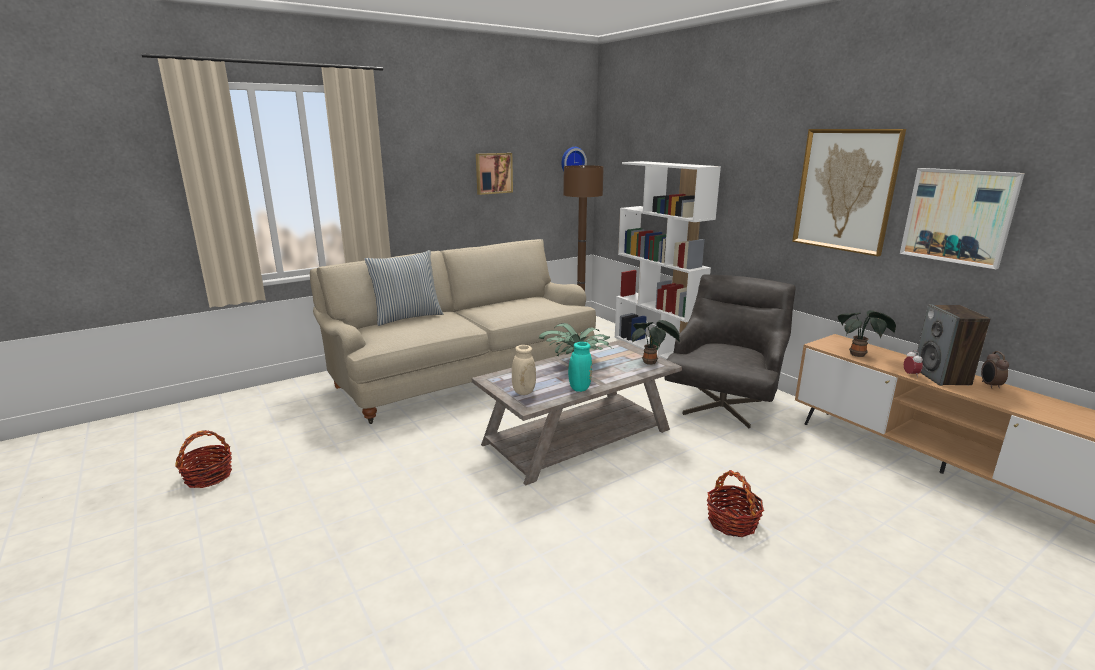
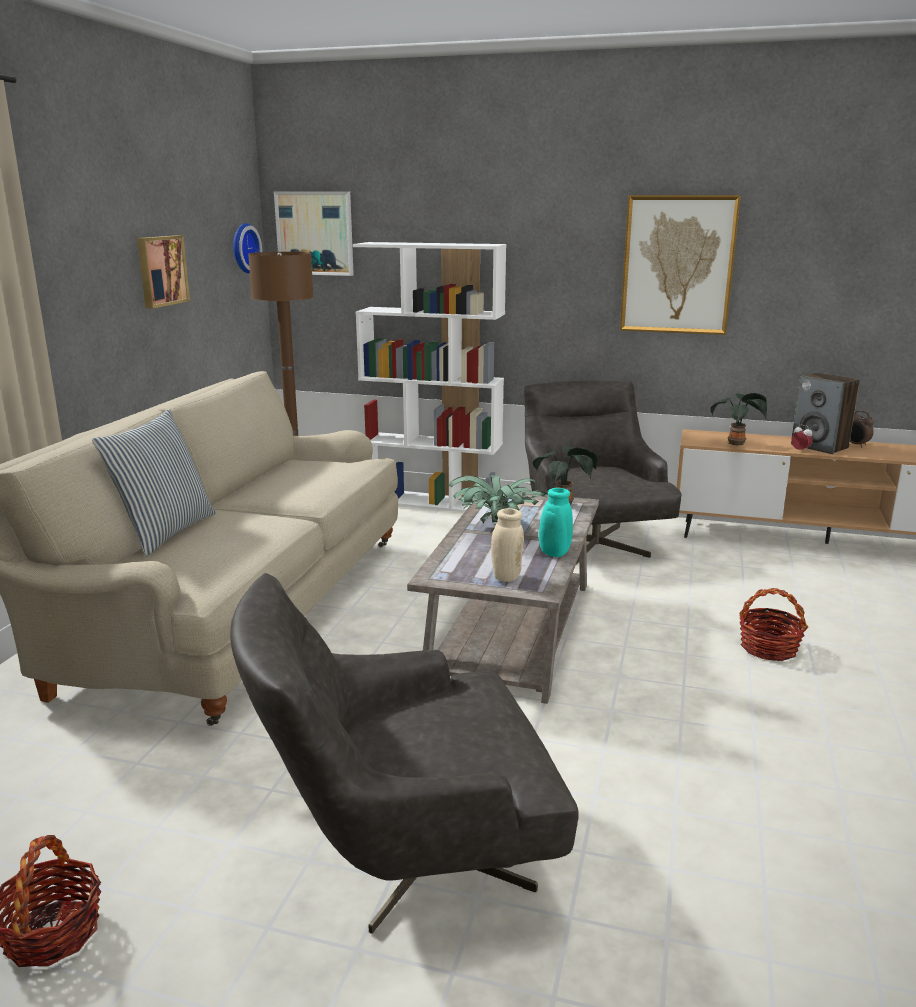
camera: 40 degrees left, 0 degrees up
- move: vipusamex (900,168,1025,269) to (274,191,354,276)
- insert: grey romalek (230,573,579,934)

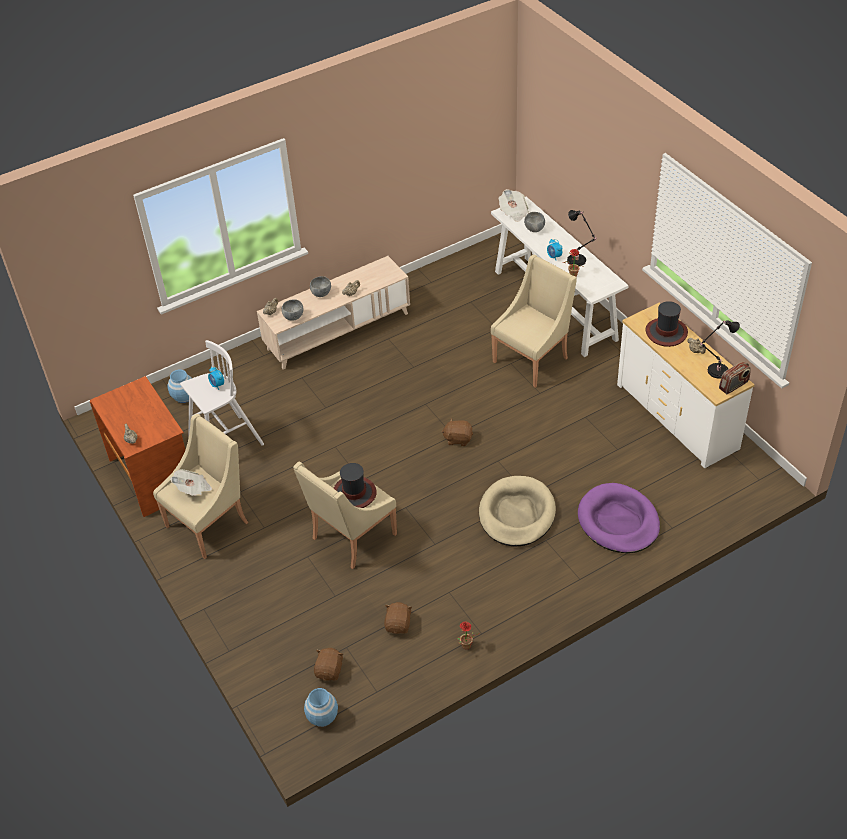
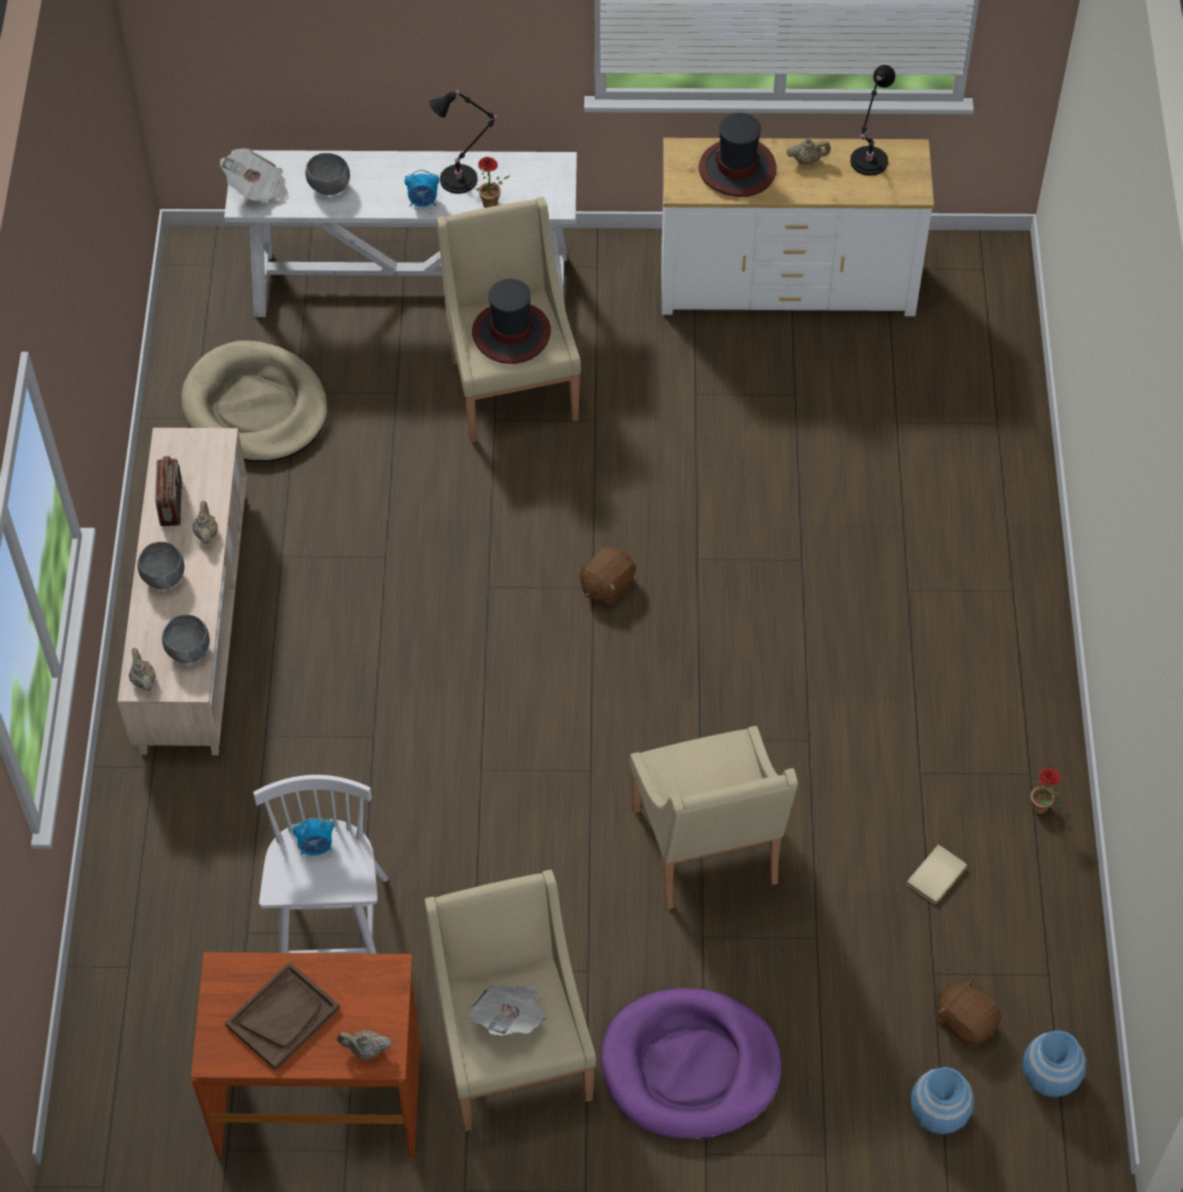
camera: 60 degrees left, 10 degrees up
- move: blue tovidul (168,369,192,403) to (910,1067,974,1134)
- move: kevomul (334,463,377,508) to (472,279,551,364)
- replace: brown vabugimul (384,602,412,634) to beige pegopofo (906,844,967,904)
- move: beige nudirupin (479,476,556,547) to (181,340,328,462)
- move: purple nudirupin (578,483,660,553) to (601,988,782,1140)
- move: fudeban (719,362,751,394) to (155,456,182,526)
- insert: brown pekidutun (225,961,340,1071)

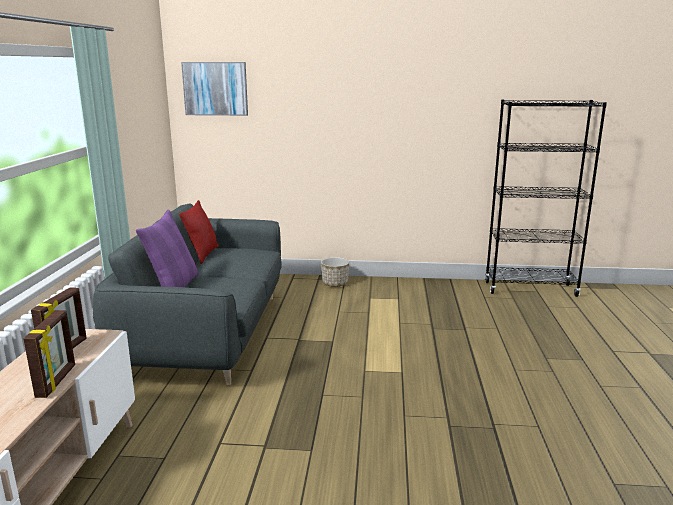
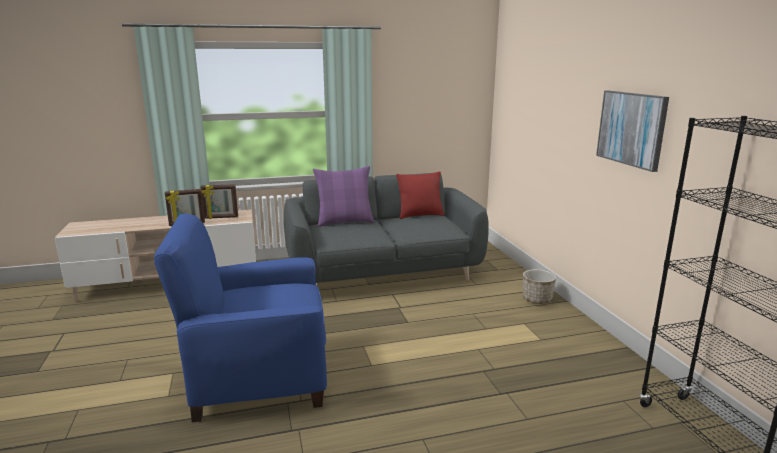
camera: 70 degrees right, 0 degrees up
- move: vipusamex (181,62,248,116) to (596,91,669,172)
- insert: blue romalek (154,213,327,423)

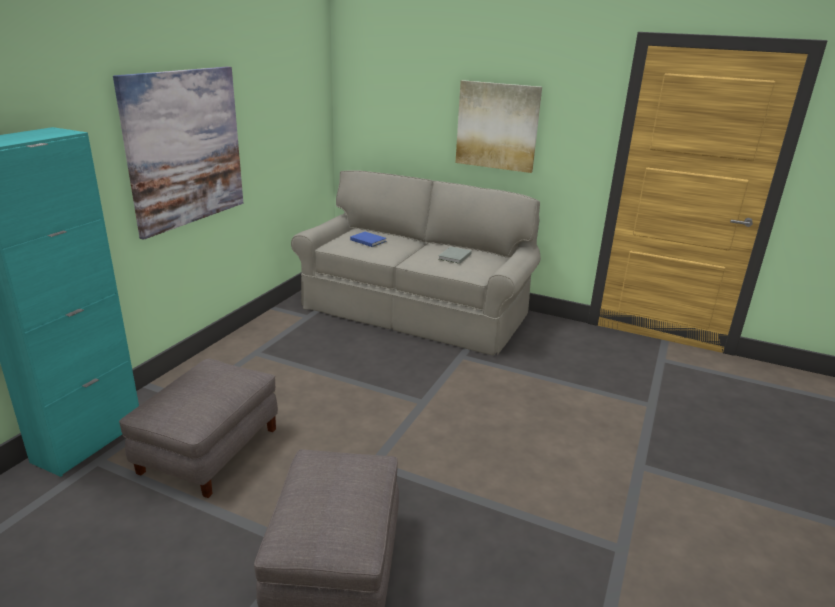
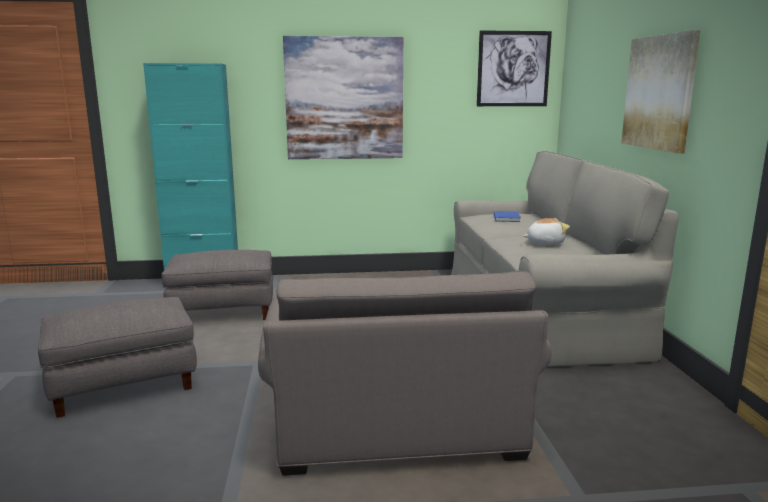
camera: 60 degrees right, 10 degrees down
- replace: grey pegopofo (438,246,472,264) to vabugimul (523,218,570,245)
- insert: grey romalek (258,272,552,476)
- insert: vipusamex (477,30,552,106)

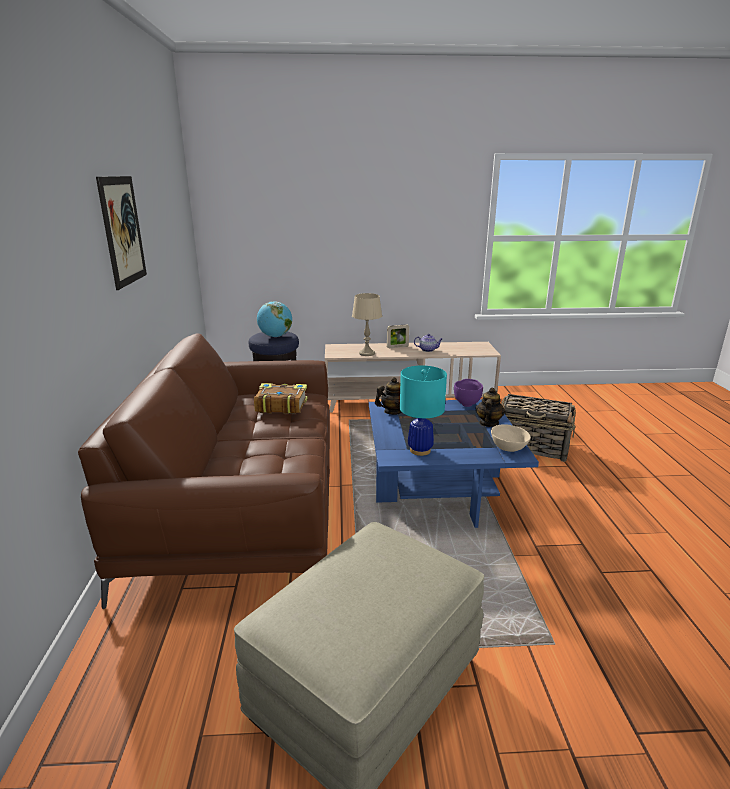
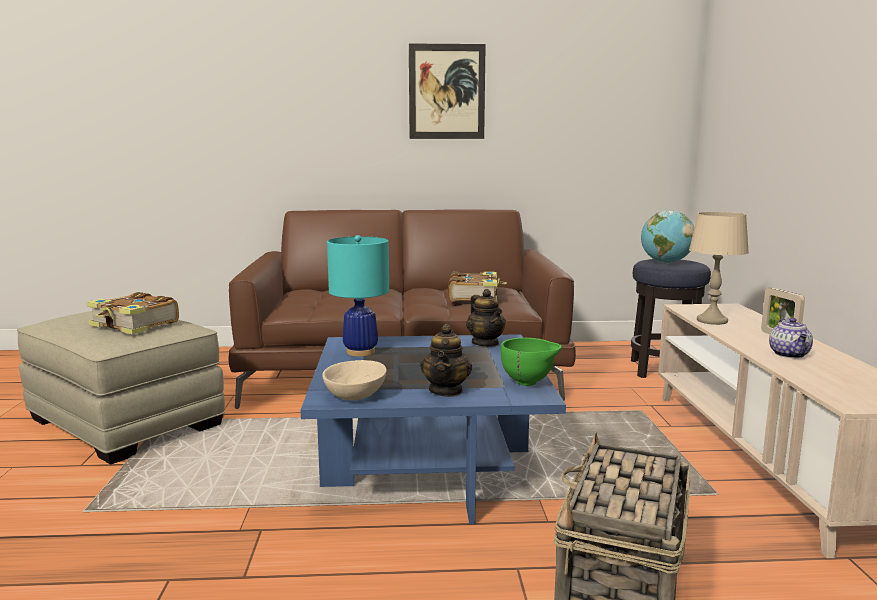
camera: 90 degrees right, 10 degrees down
- recolor: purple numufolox (454,379,483,407) to green numufolox (501,338,562,386)
- rotate: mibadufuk (476,387,505,427) = (420,324,472,397) 75 degrees clockwise
- insert: pegopofo (87,292,179,335)

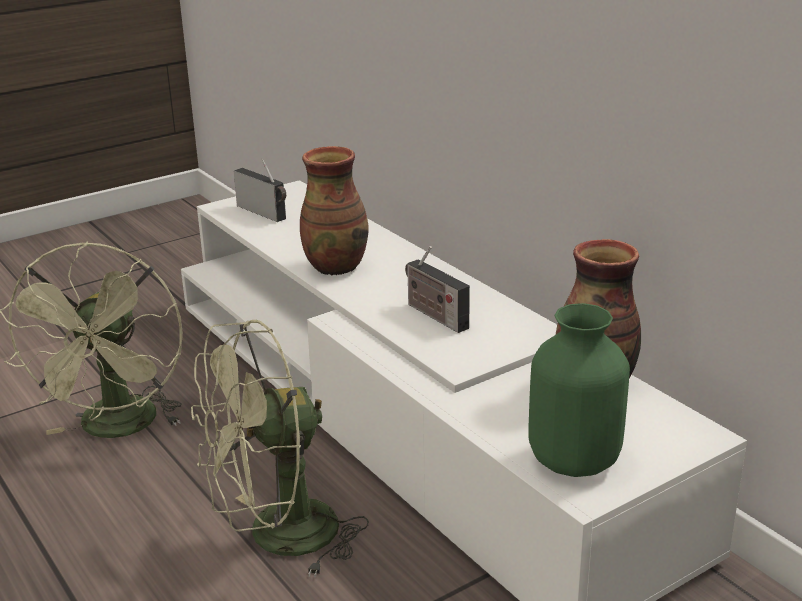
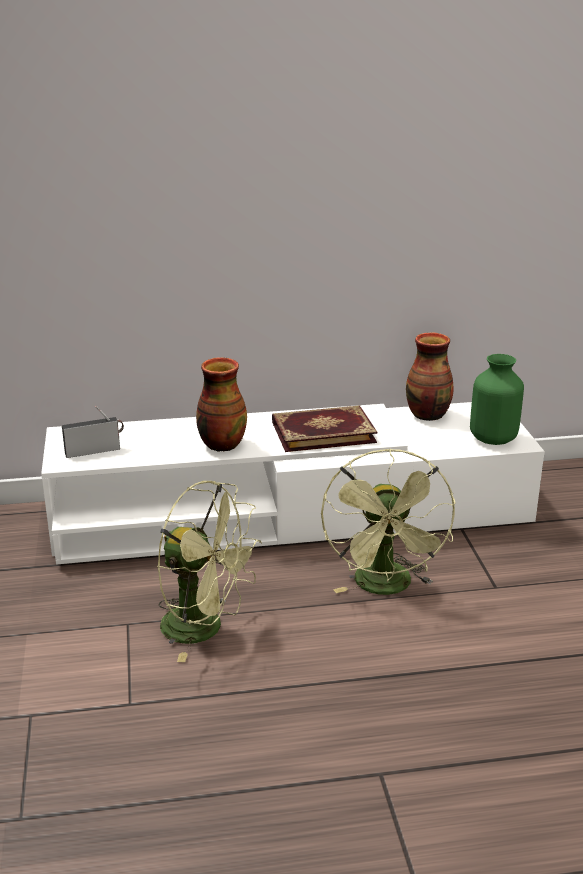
camera: 65 degrees left, 0 degrees up
- replace: fudeban (405,246,470,333) to pegopofo (272,405,377,452)

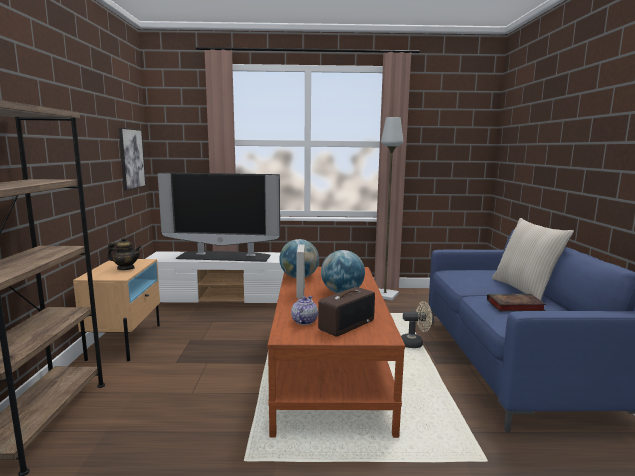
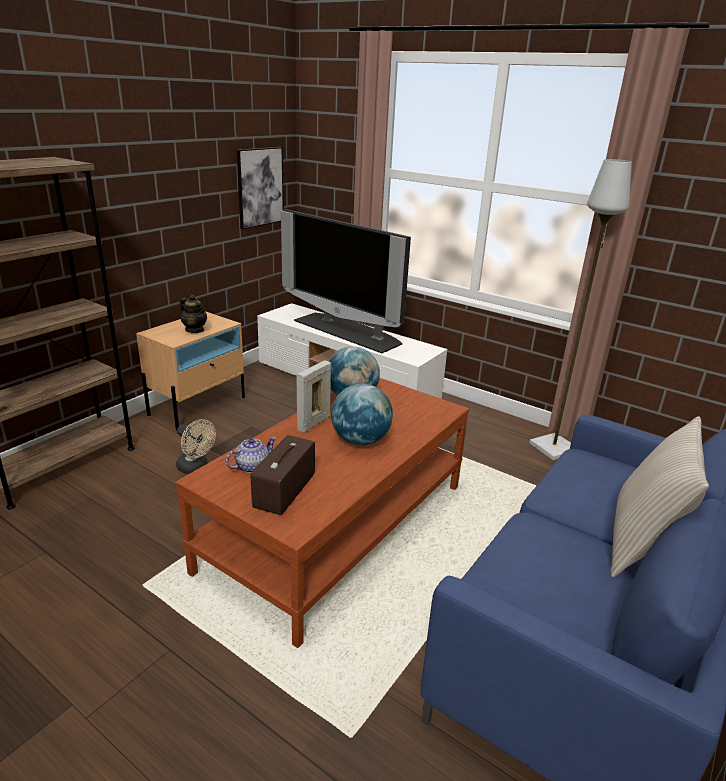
camera: 35 degrees right, 15 degrees up
- rotate: fudeban (318,287,375,337) = (251,435,315,515) 120 degrees clockwise
- move: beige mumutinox (401,301,432,348) to (176,419,216,474)
- delete: pegopofo (487,294,546,311)

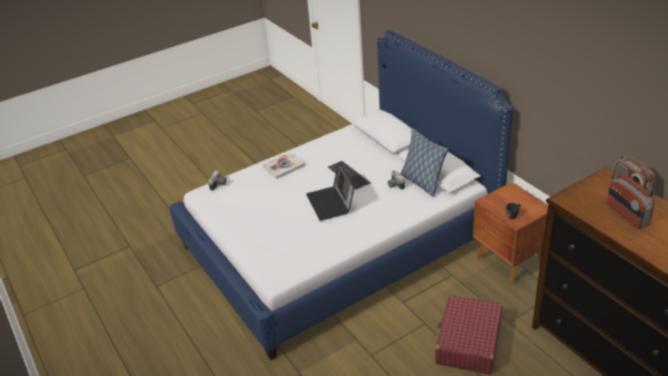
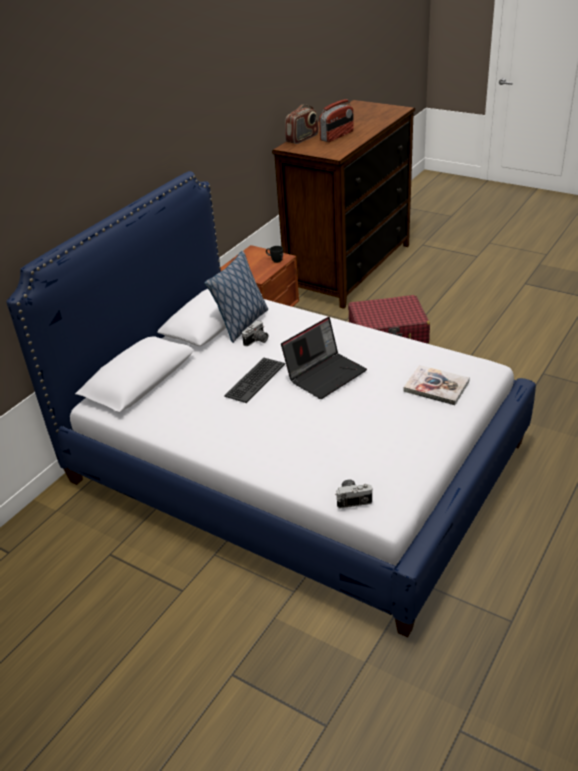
camera: 115 degrees left, 0 degrees up
- move: pegopofo (262,152,305,179) to (403,365,470,405)

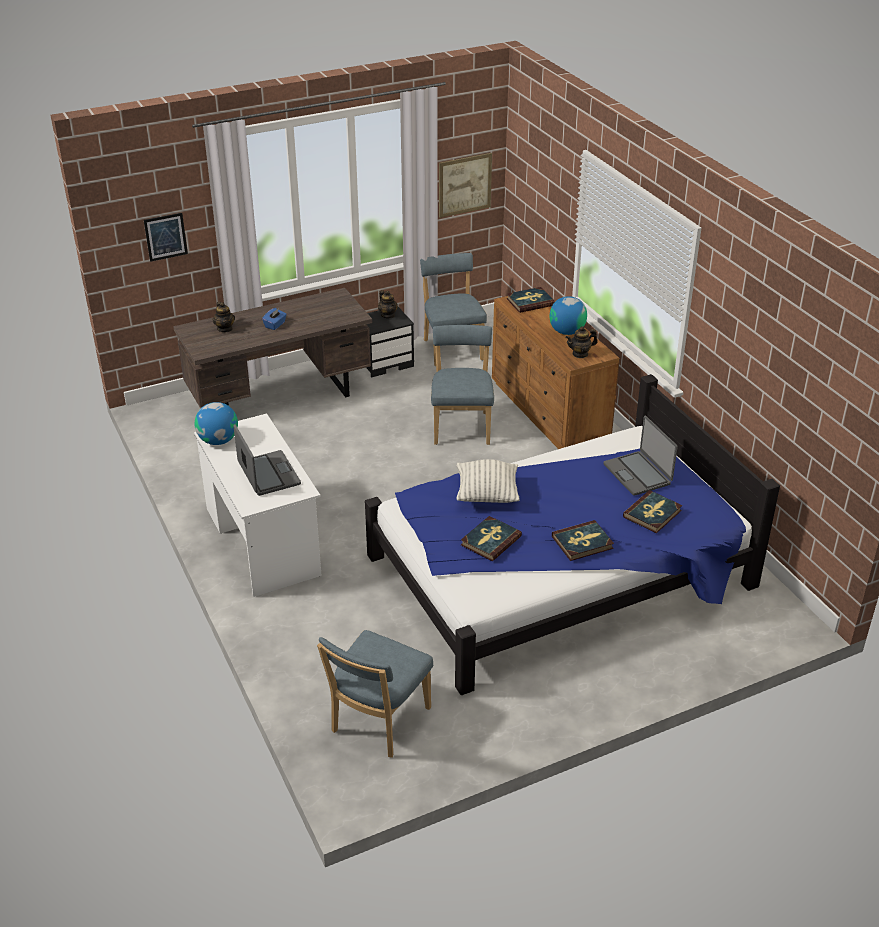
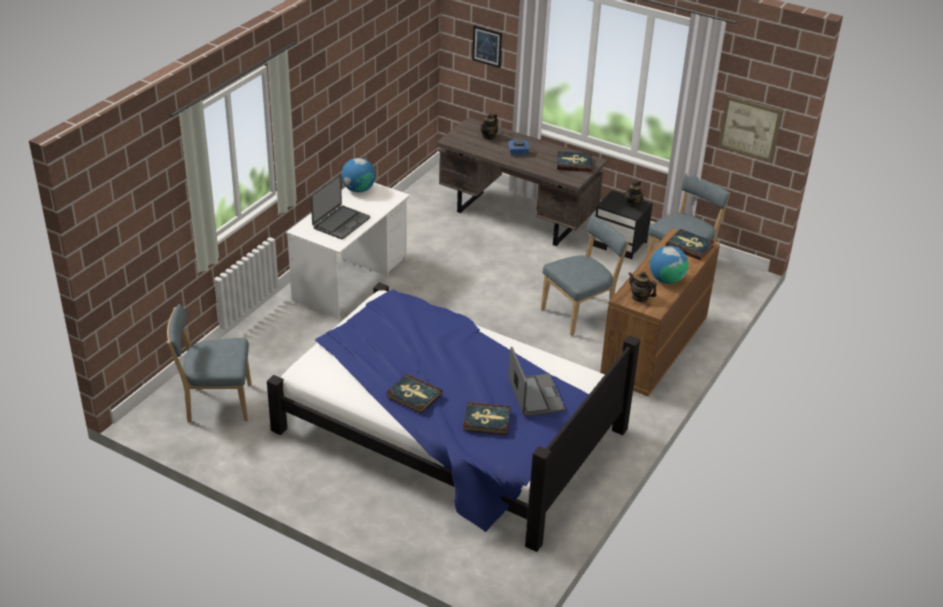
camera: 55 degrees right, 0 degrees up
- delete: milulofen (456,459,520,503)
- move: pegopofo (461,516,522,561) to (557,151,592,172)
- rotate: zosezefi (603,416,678,496) = (509,347,565,417) 135 degrees clockwise

